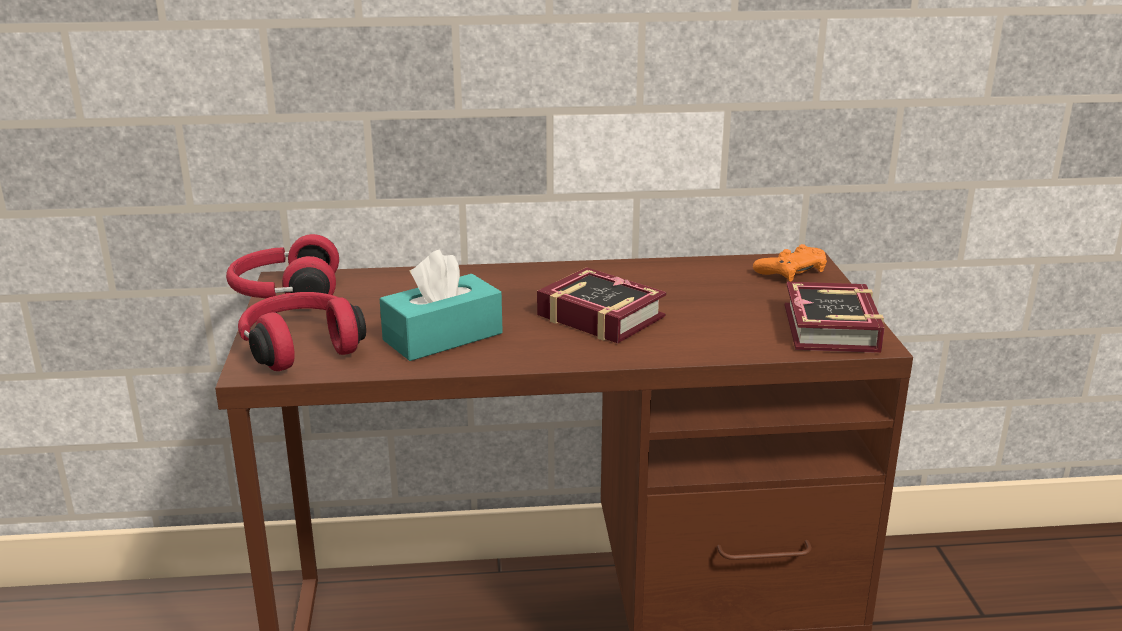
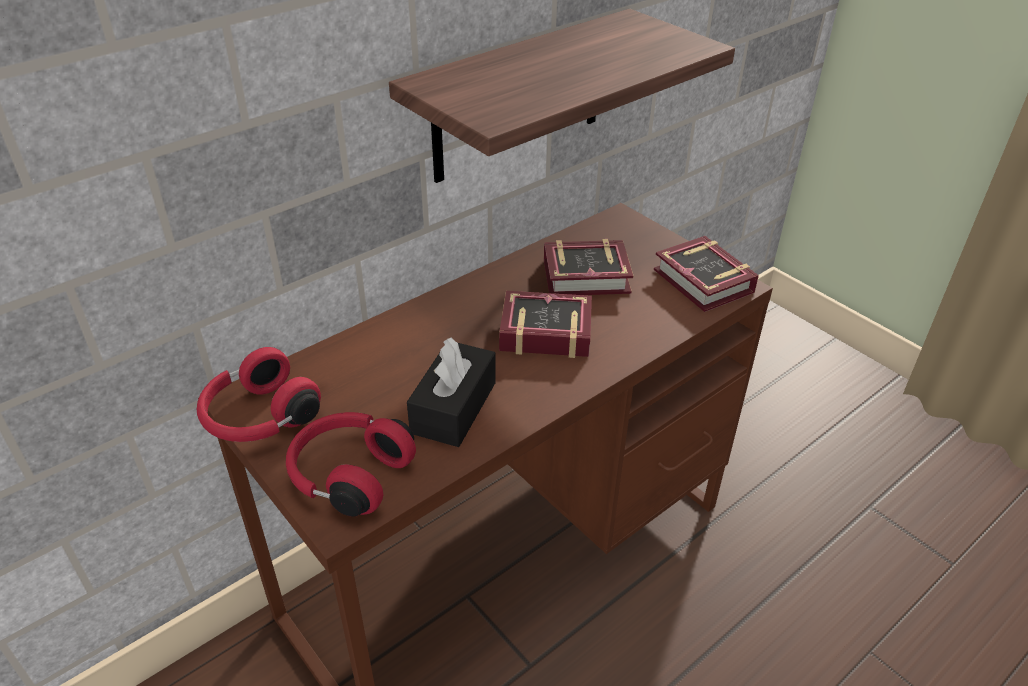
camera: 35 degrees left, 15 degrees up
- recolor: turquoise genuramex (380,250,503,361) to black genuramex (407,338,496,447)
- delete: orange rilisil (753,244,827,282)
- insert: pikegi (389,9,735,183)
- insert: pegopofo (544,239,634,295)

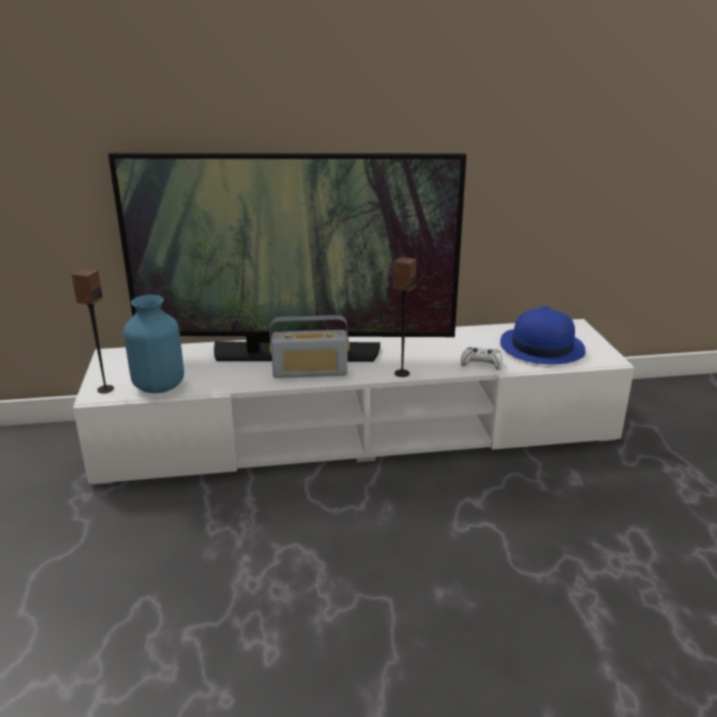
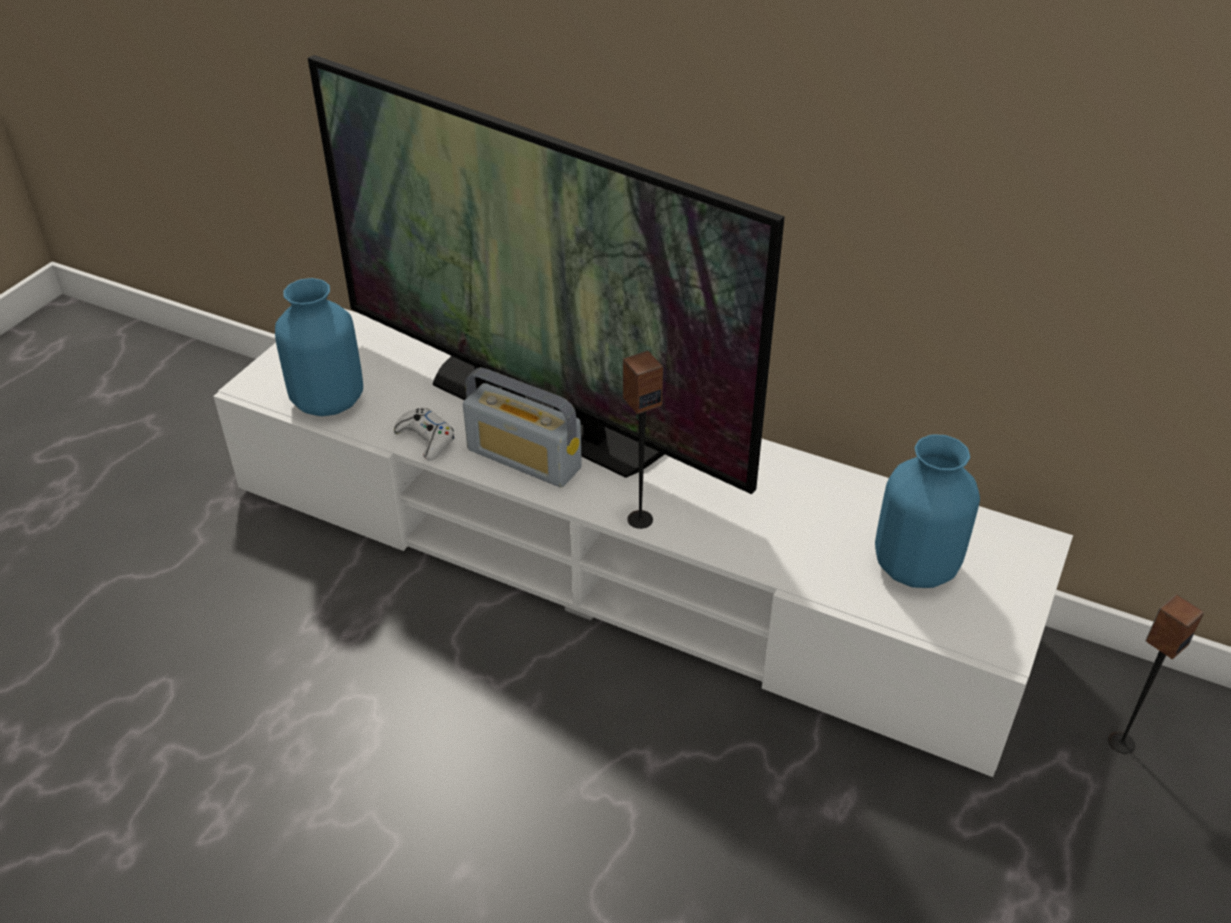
camera: 35 degrees right, 15 degrees up
- move: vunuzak (71,269,114,393) to (1108,595,1204,754)
- move: white rilisil (461,347,503,370) to (394,408,454,461)
- replace: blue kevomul (500,306,586,364) to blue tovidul (875,435,980,588)

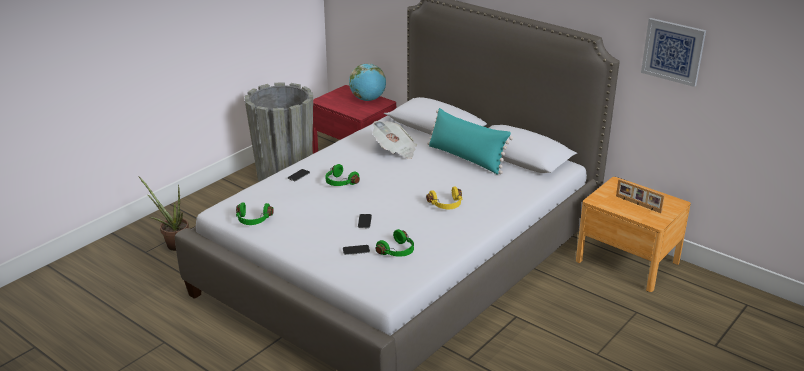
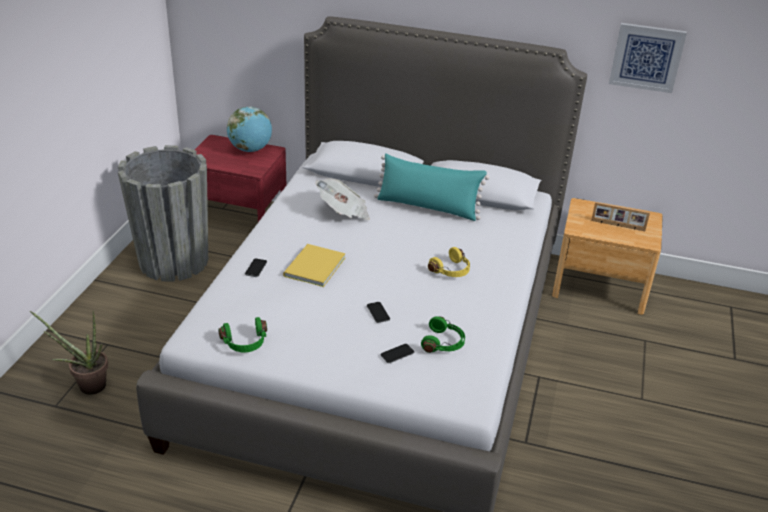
camera: 25 degrees left, 5 degrees up
- replace: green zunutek (325,164,360,186) to yellow pegopofo (283,244,346,287)

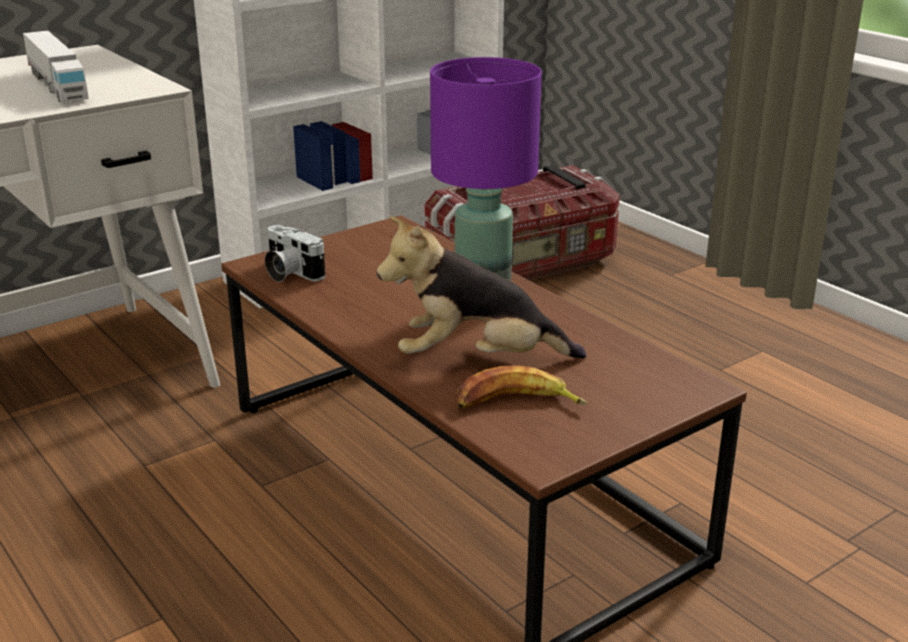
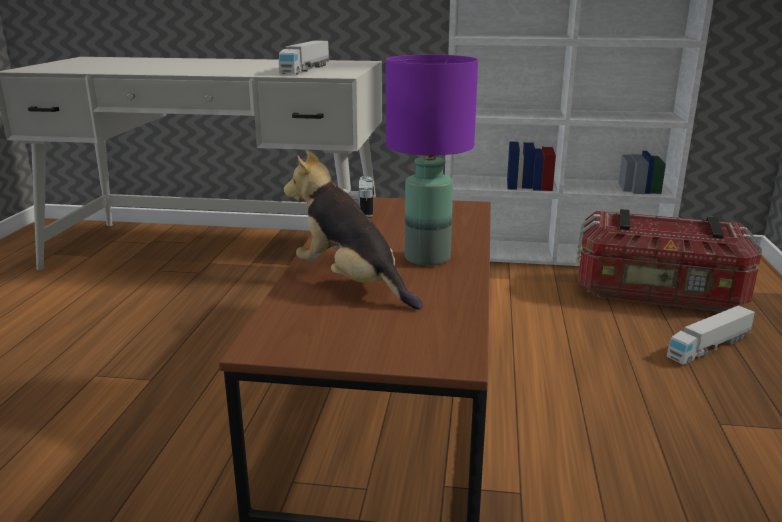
camera: 45 degrees right, 5 degrees down
- delete: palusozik (456,365,588,409)
- insert: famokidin (667,305,755,365)

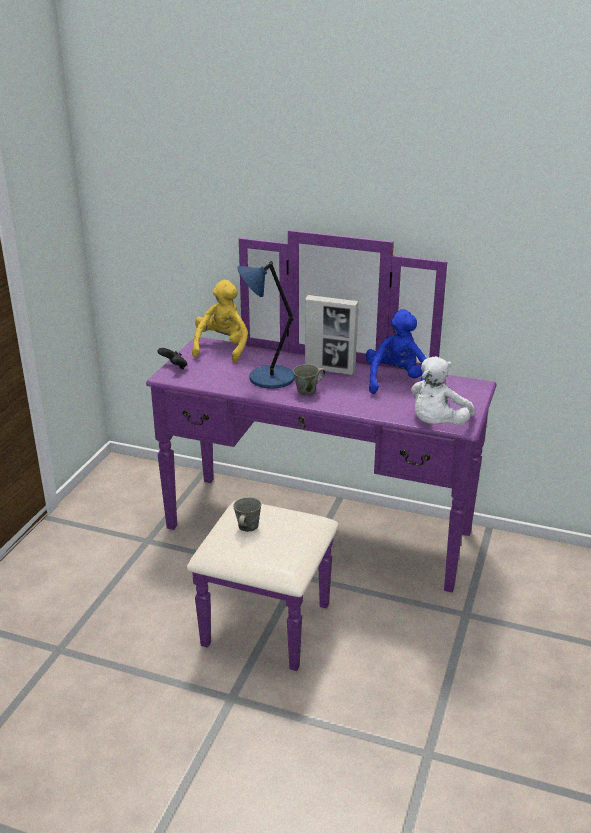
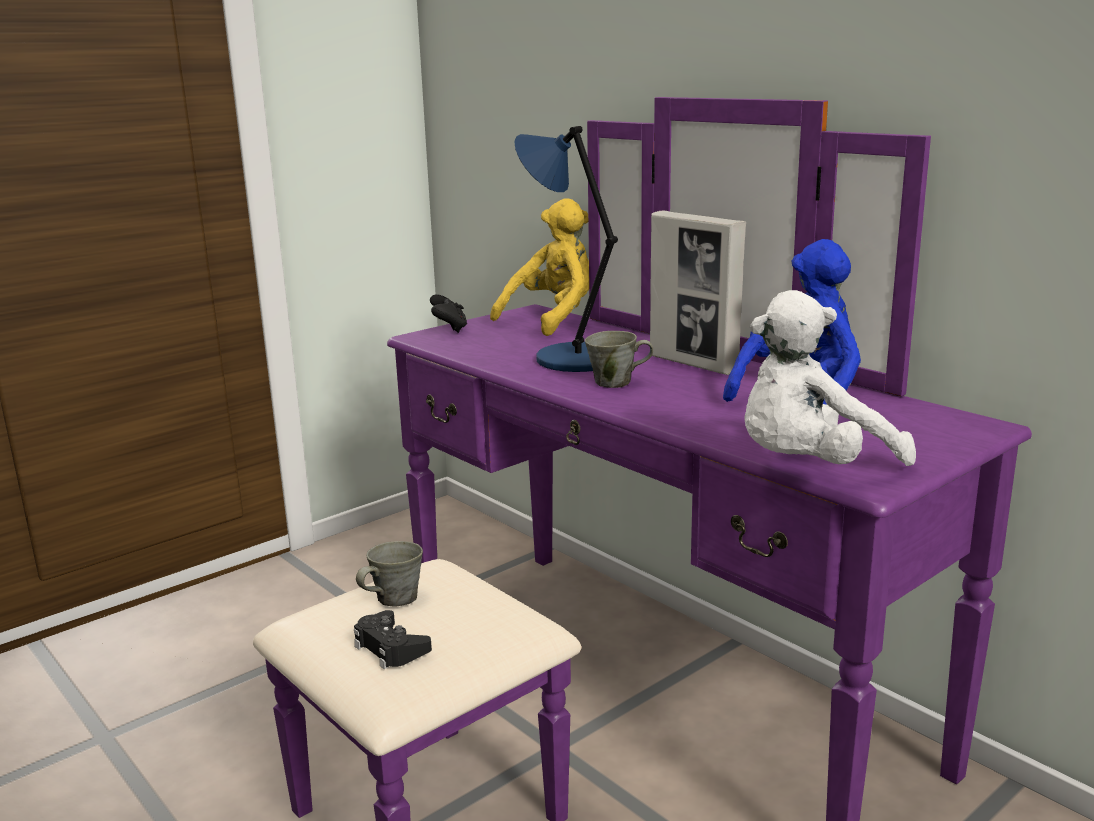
camera: 30 degrees right, 10 degrees down
- insert: black rilisil (354,610,432,669)

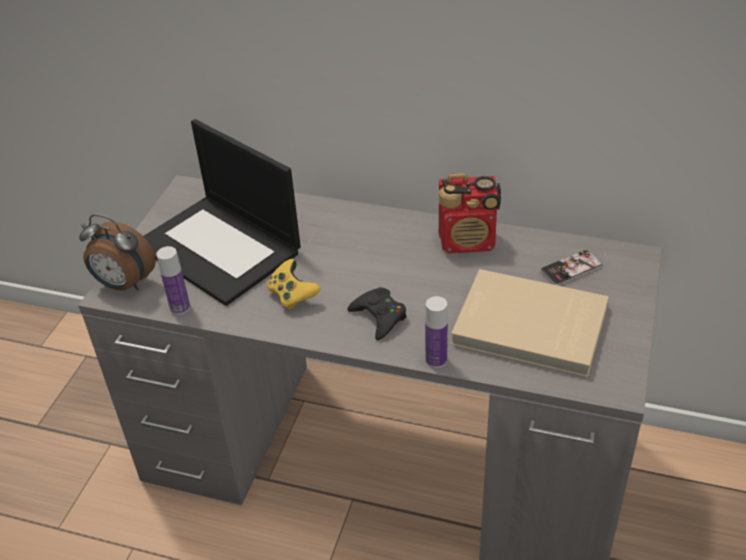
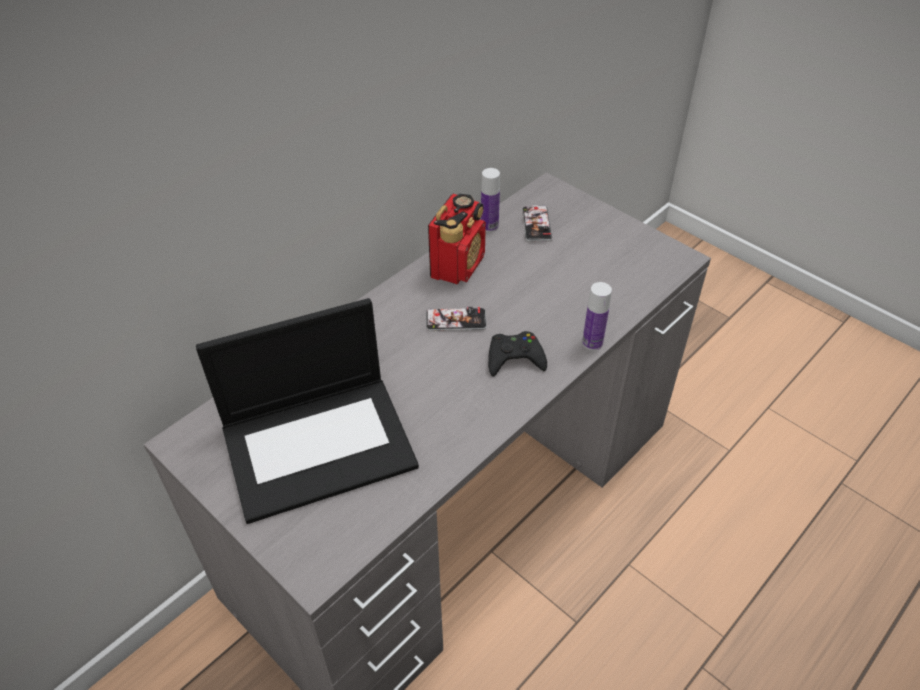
camera: 65 degrees left, 5 degrees up
- delete: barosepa (79,214,156,291)
- move: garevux (156,246,190,315) to (481,168,500,232)
- delete: yellow rilisil (267,259,321,310)
- delete: beige pegopofo (451,269,609,377)
- insert: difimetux (426,307,487,331)

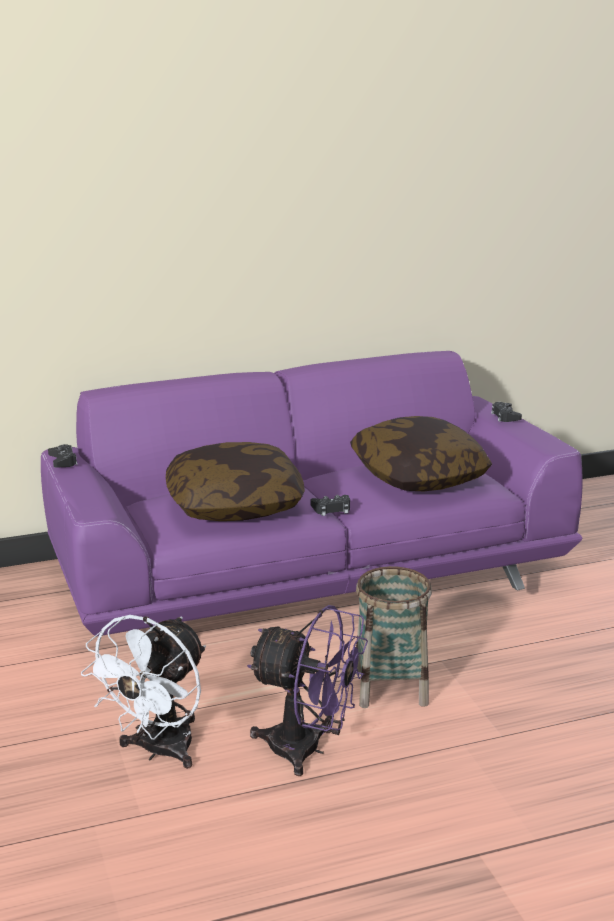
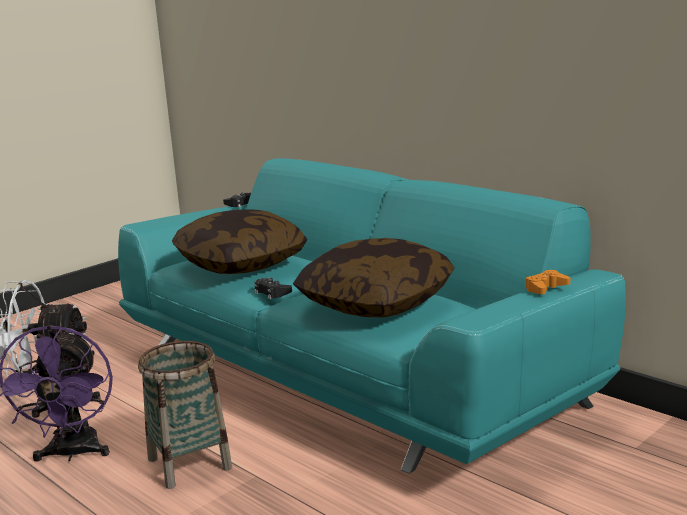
camera: 65 degrees right, 5 degrees down
- recolor: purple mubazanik (41,351,583,636) to turquoise mubazanik (118,158,626,474)
- recolor: black rilisil (491,402,522,422) to orange rilisil (525,270,570,294)

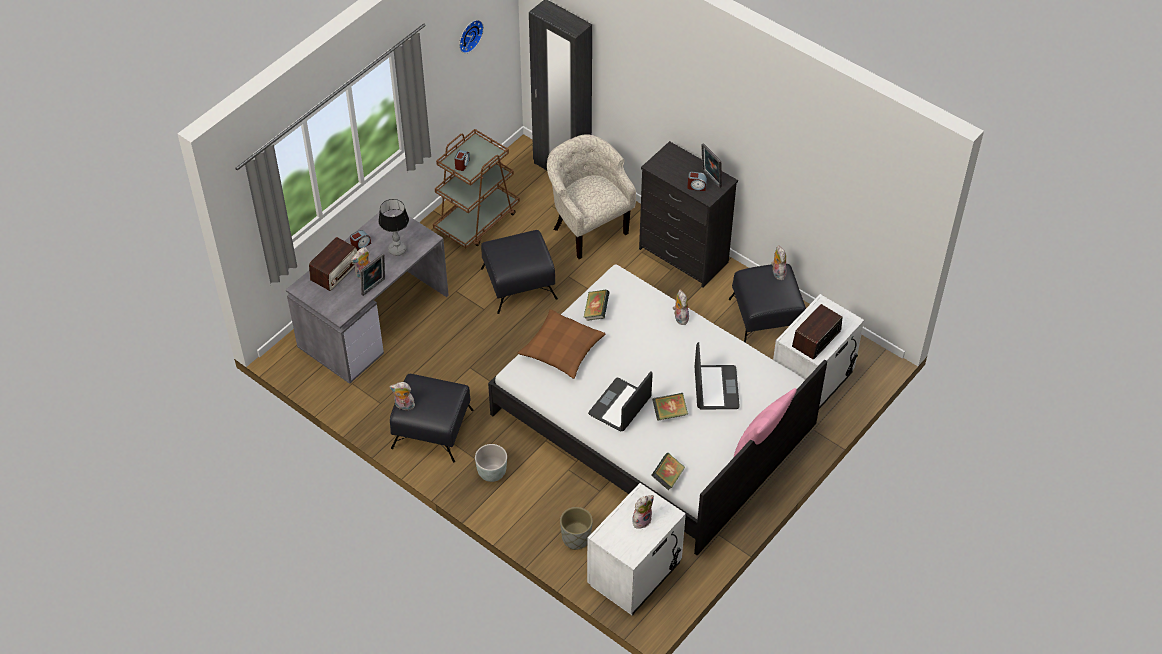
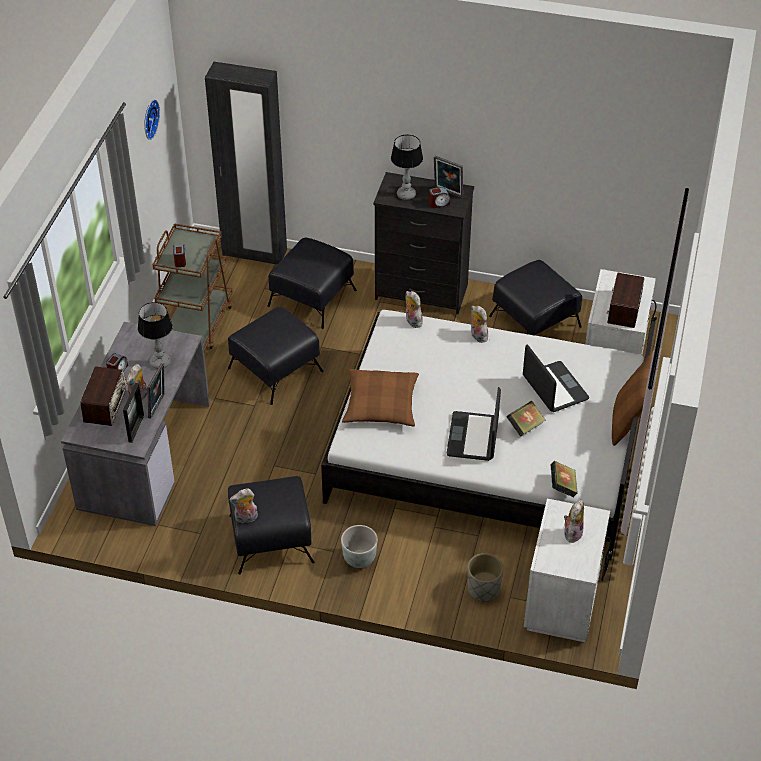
camera: 25 degrees left, 5 degrees down
- replace: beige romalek (547,134,636,259) to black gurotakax (268,238,357,329)
- delete: pegopofo (583,289,610,321)
- recolor: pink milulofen (734,388,797,457) to brown milulofen (612,351,653,446)
- move: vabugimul (771,245,787,280) to (405,291,423,328)
- insert: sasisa (123,383,144,443)
- insert: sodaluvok (391,135,423,200)

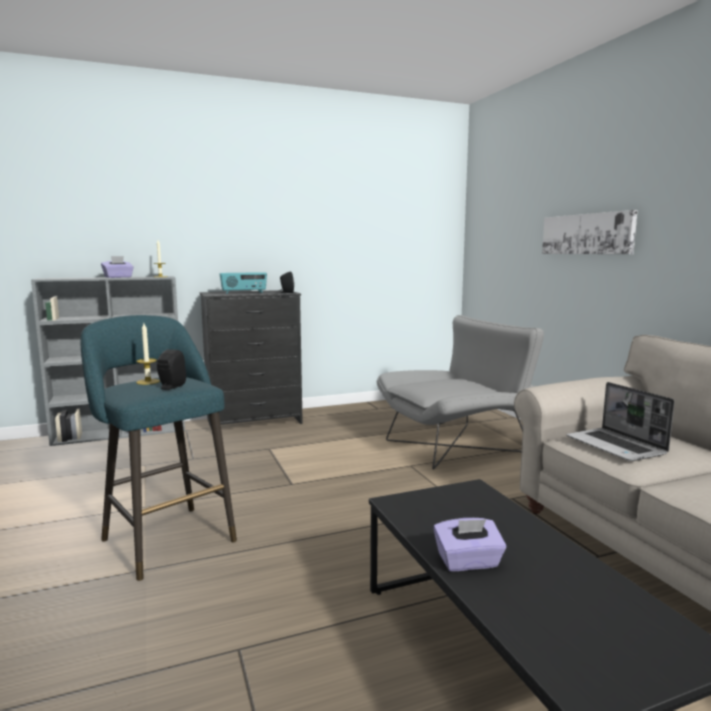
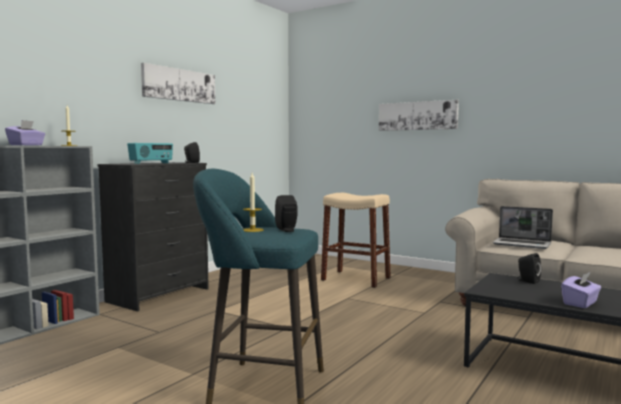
camera: 35 degrees left, 5 degrees down
- replace: grey romalek (377,315,544,470) to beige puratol (321,193,391,288)
- insert: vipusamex (141,63,215,104)
- insert: black vunuzak (517,253,541,284)

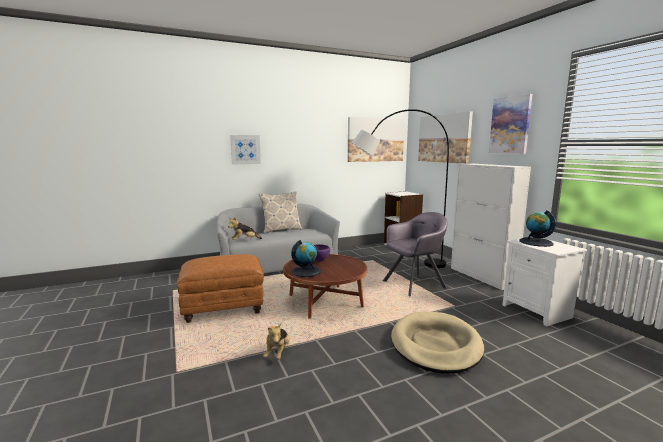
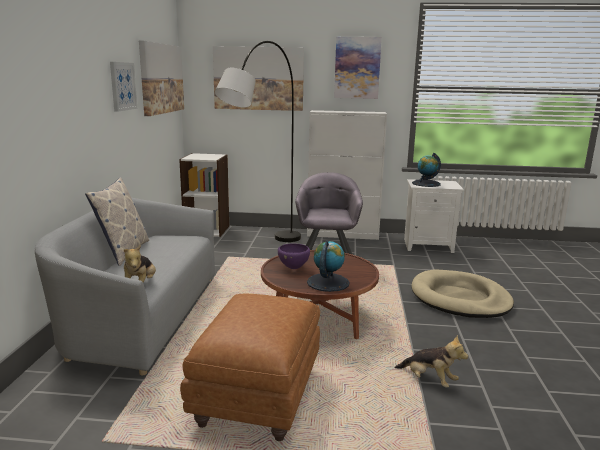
camera: 60 degrees left, 5 degrees up
- move: vipusamex (230,135,261,165) to (110,62,137,112)

